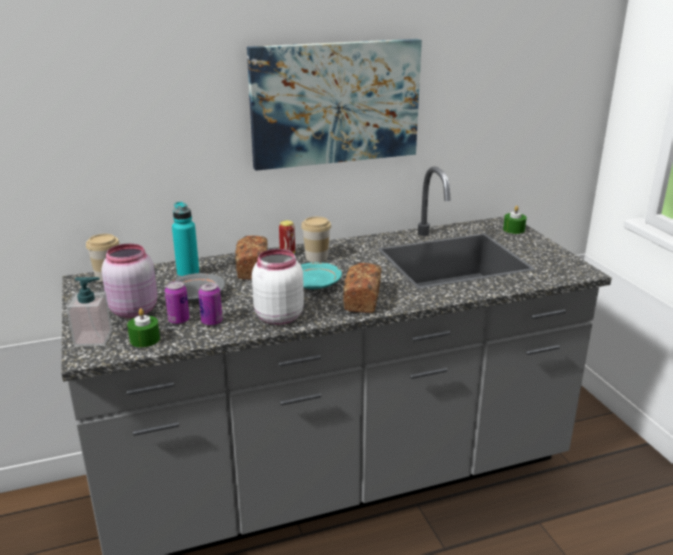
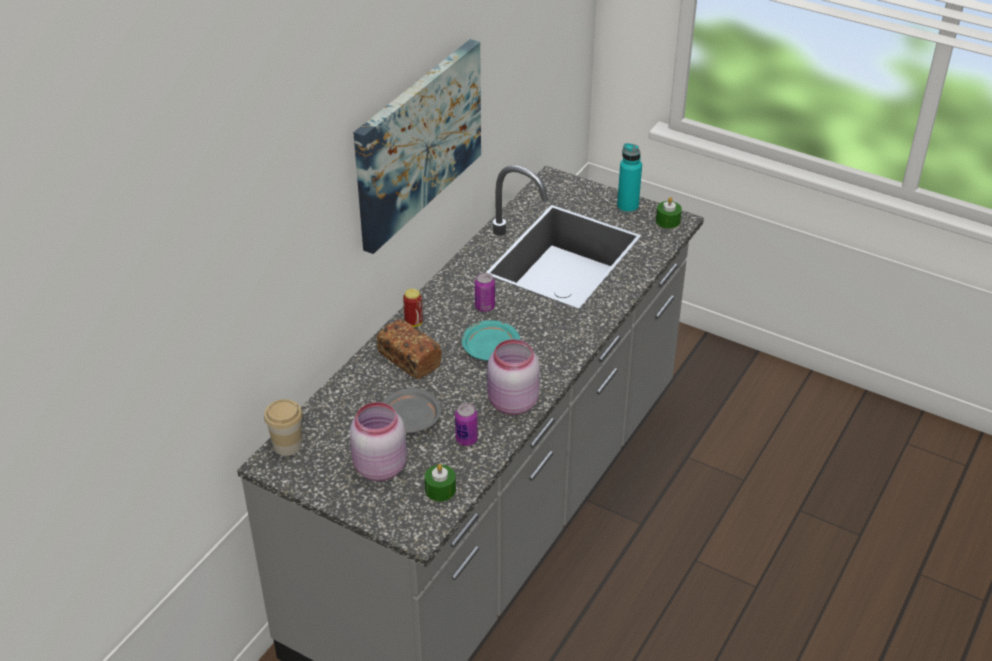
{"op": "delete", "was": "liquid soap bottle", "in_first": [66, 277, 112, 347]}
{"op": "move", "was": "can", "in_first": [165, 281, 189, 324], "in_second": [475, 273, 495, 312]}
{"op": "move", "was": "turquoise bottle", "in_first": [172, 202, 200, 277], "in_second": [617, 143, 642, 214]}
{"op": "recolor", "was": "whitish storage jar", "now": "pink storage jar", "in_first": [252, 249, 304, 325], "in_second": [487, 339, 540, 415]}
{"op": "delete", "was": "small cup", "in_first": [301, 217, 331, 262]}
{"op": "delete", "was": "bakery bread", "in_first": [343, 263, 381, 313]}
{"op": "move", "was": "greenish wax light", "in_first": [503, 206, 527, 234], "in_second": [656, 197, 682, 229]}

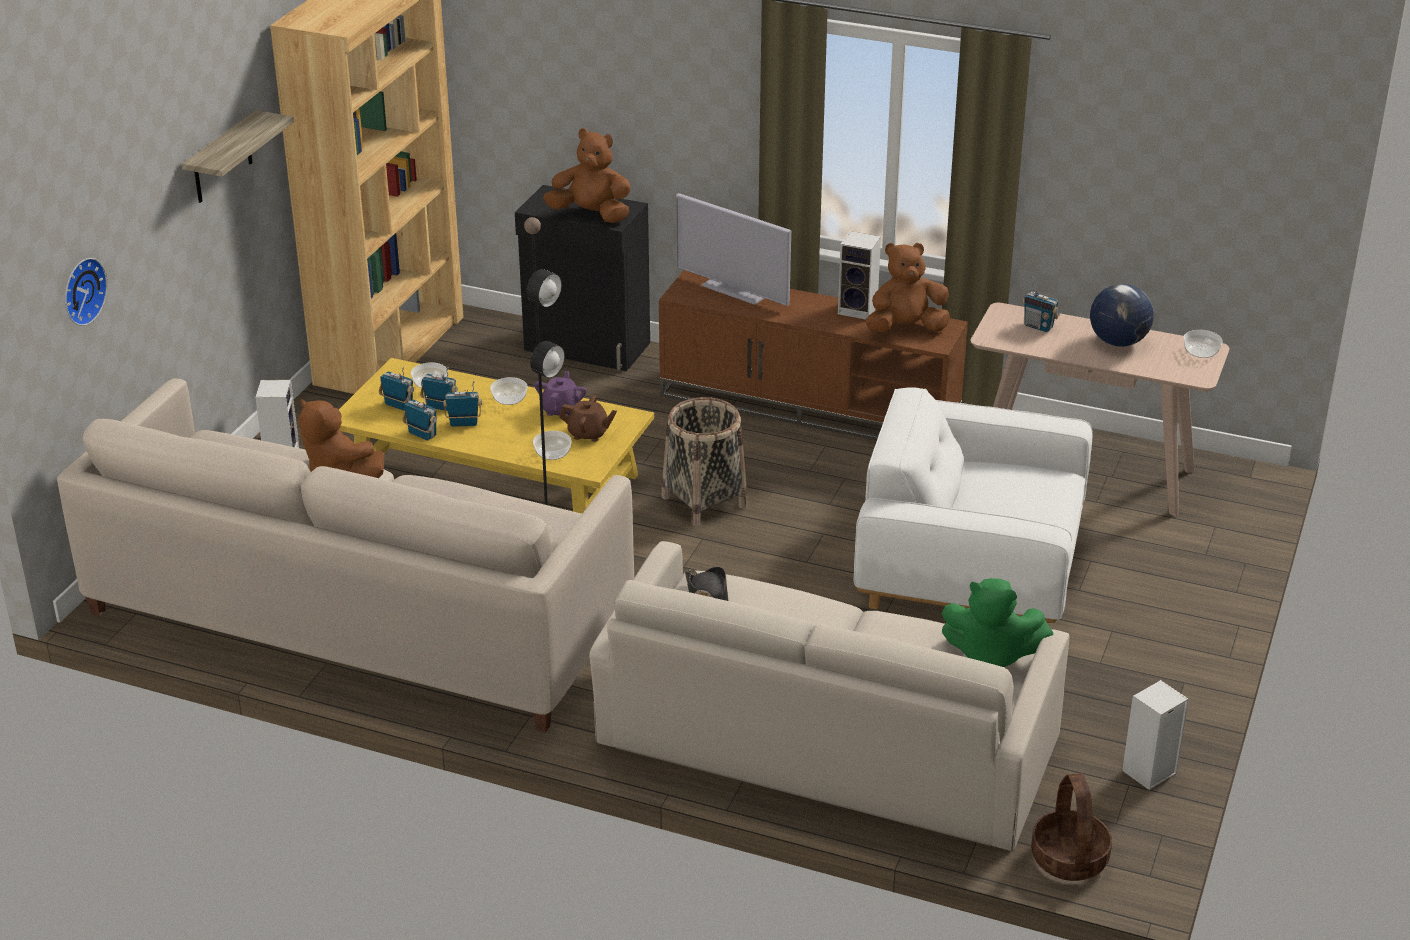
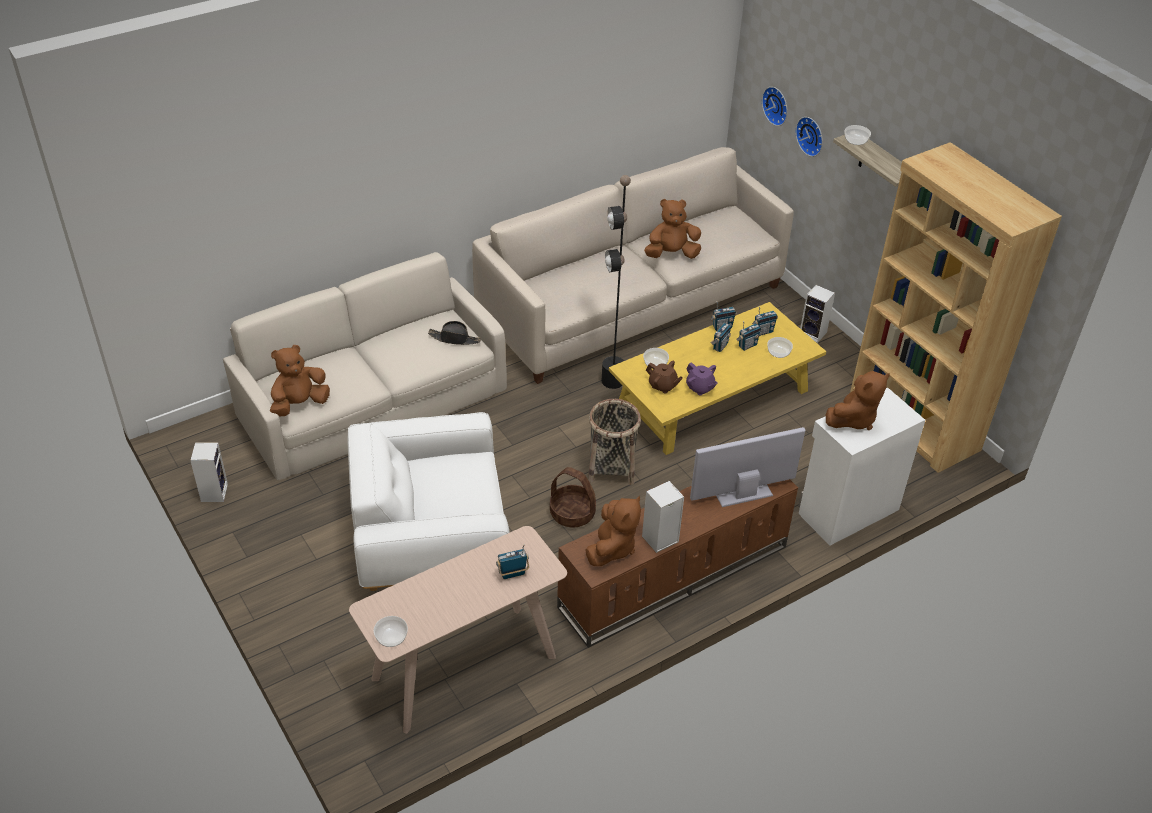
{"op": "move", "was": "bowl", "in_first": [490, 377, 528, 405], "in_second": [845, 125, 871, 145]}
{"op": "recolor", "was": "black-coloured storage cabinet", "now": "whitish storage cabinet", "in_first": [515, 185, 650, 371], "in_second": [798, 387, 925, 545]}
{"op": "rotate", "was": "brown-coloured tea pot", "in_first": [559, 395, 617, 442], "in_second": [646, 361, 683, 393], "clockwise": -105}
{"op": "rotate", "was": "whitish armchair", "in_first": [853, 387, 1093, 623], "in_second": [347, 412, 510, 591], "clockwise": -150}
{"op": "recolor", "was": "greenish plush toy", "now": "brown-coloured plush toy", "in_first": [941, 578, 1053, 667], "in_second": [270, 345, 330, 417]}
{"op": "move", "was": "storage basket", "in_first": [1031, 774, 1112, 881], "in_second": [550, 467, 596, 527]}
{"op": "delete", "was": "desk globe", "in_first": [1090, 284, 1154, 347]}
{"op": "insert", "now": "wall clock", "in_second": [796, 117, 823, 157]}

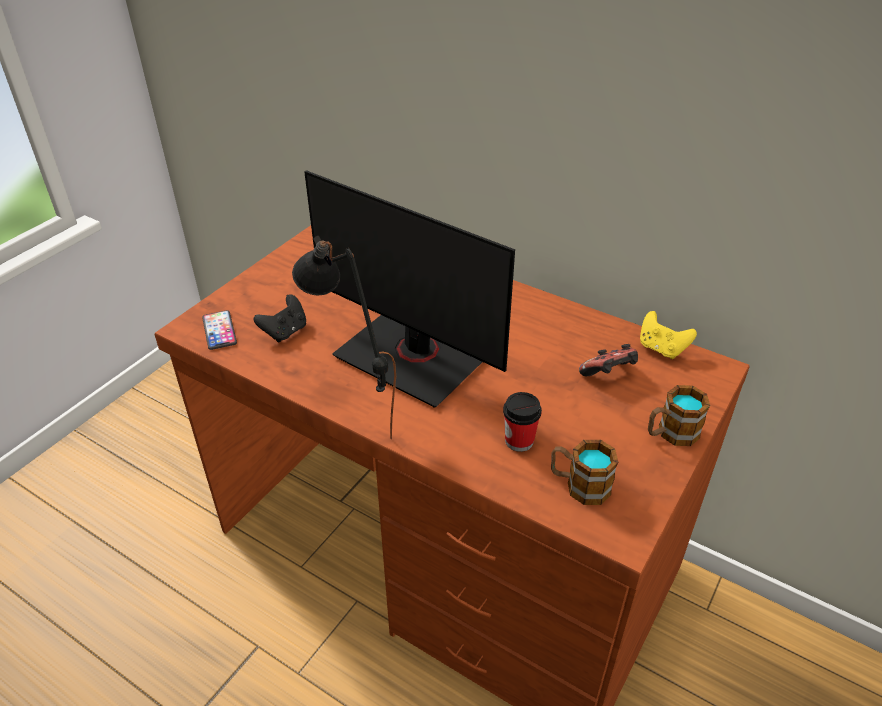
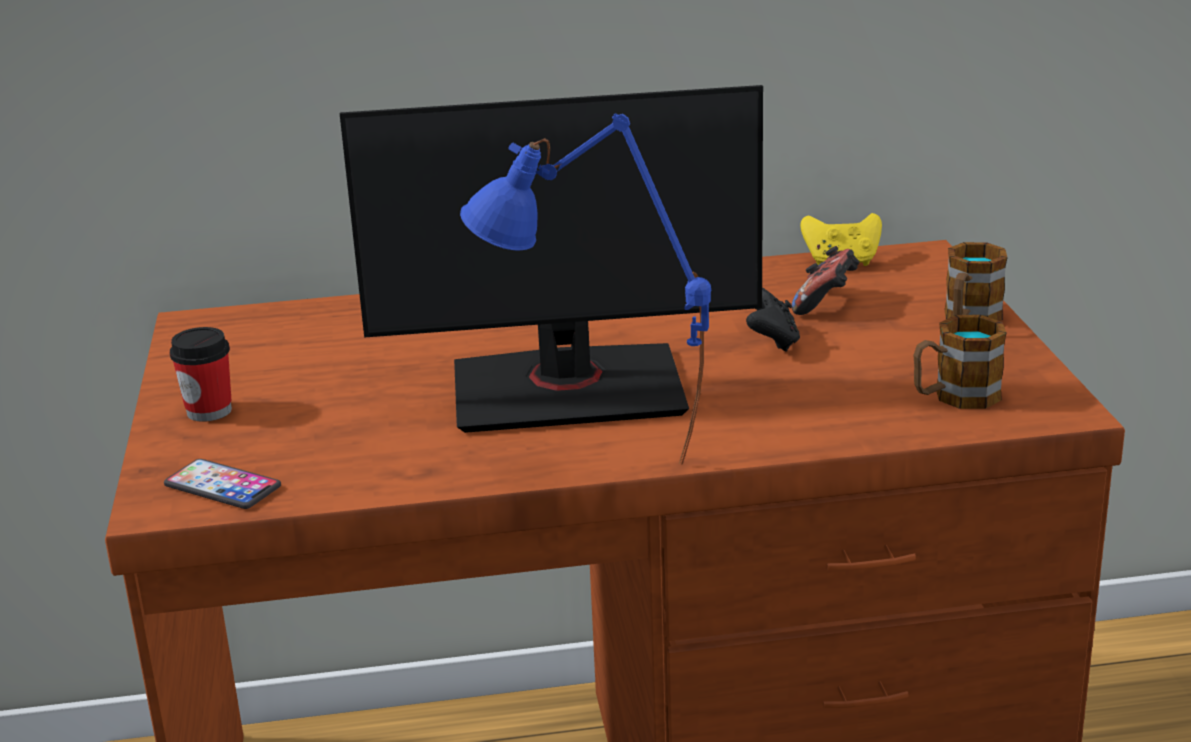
{"op": "move", "was": "black-coloured joypad", "in_first": [253, 294, 306, 342], "in_second": [746, 288, 800, 352]}
{"op": "recolor", "was": "black-coloured table lamp", "now": "blue-coloured table lamp", "in_first": [292, 236, 396, 440], "in_second": [460, 114, 711, 464]}
{"op": "move", "was": "small cup", "in_first": [503, 392, 542, 452], "in_second": [170, 327, 232, 422]}

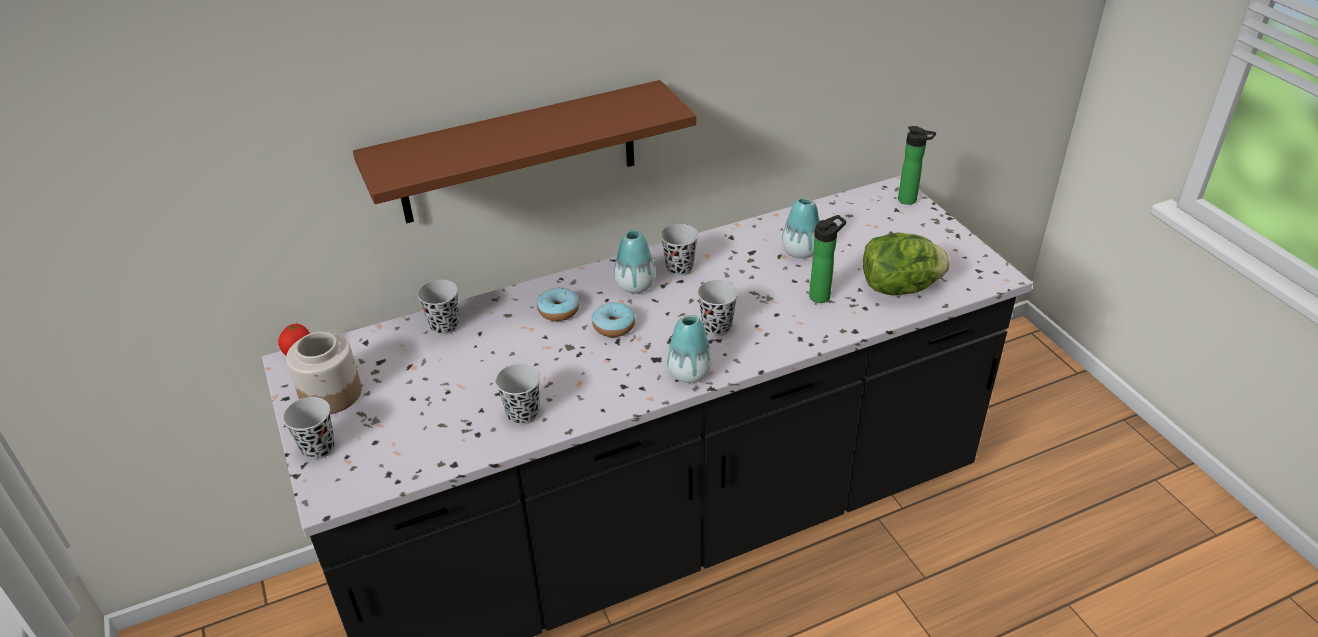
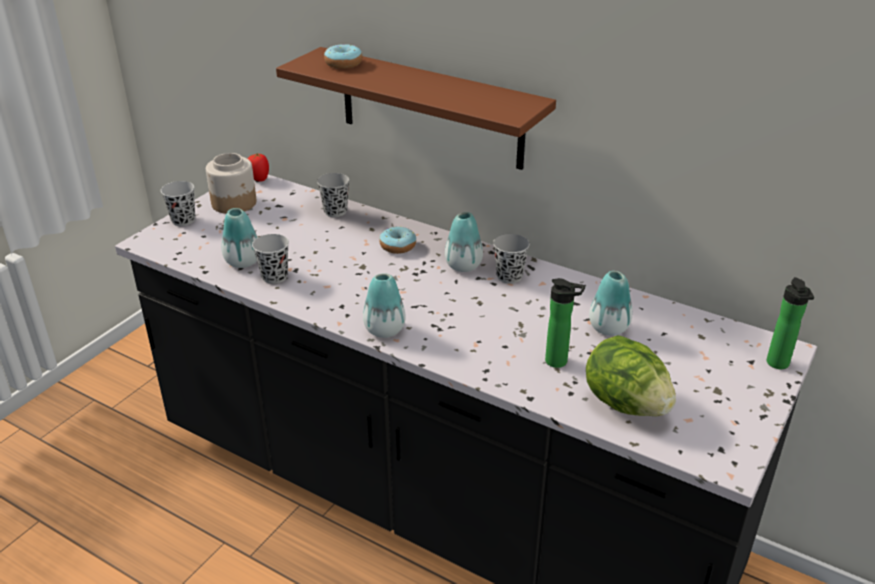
{"op": "move", "was": "doughnut", "in_first": [592, 303, 635, 337], "in_second": [324, 44, 362, 69]}
{"op": "delete", "was": "black-coloured small cup", "in_first": [697, 280, 738, 336]}
{"op": "insert", "now": "flower vase", "in_second": [222, 208, 258, 268]}

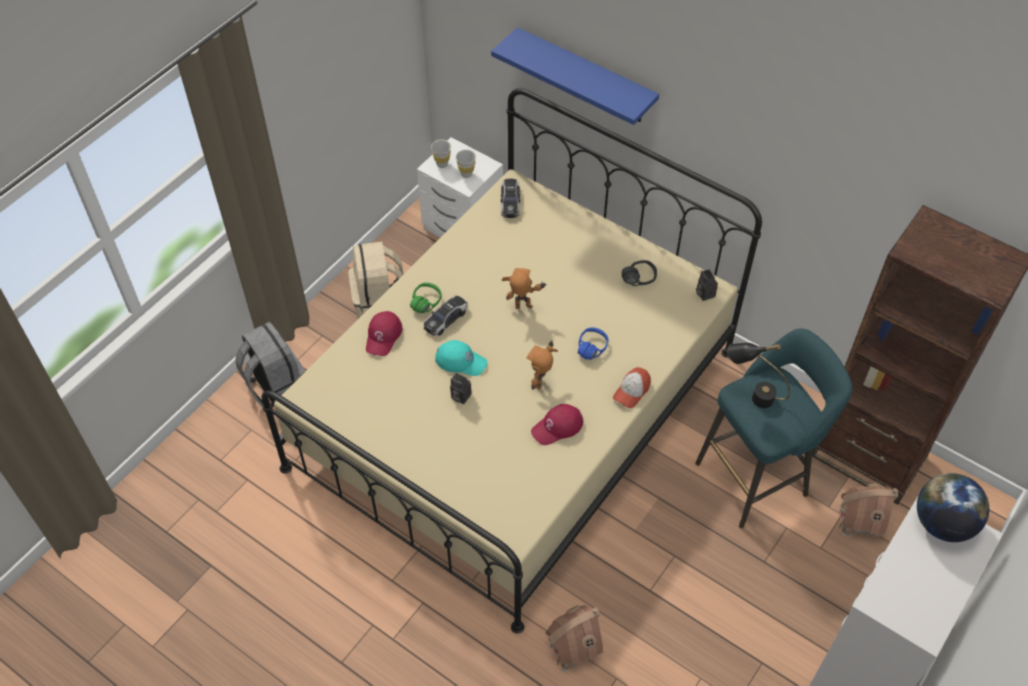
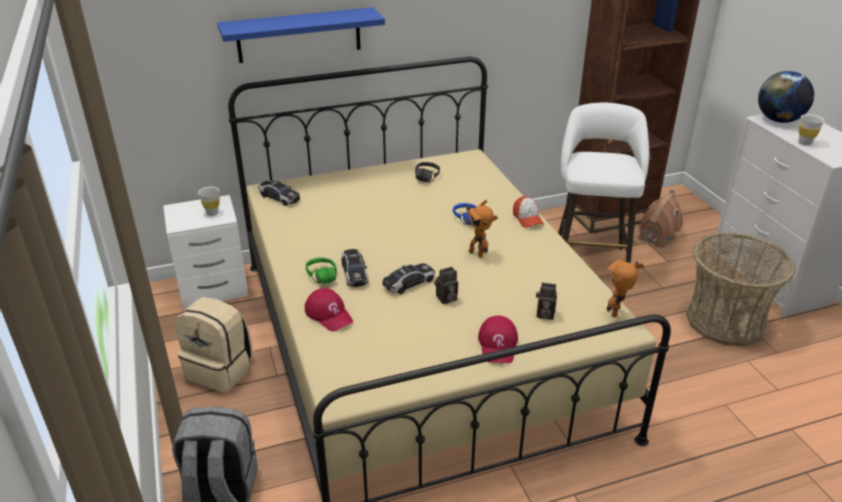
{"op": "move", "was": "whitish small cup", "in_first": [431, 140, 451, 168], "in_second": [799, 114, 825, 146]}
{"op": "replace", "was": "turquoise baseball cap", "now": "miniature car", "in_first": [435, 340, 488, 376], "in_second": [382, 263, 435, 294]}
{"op": "move", "was": "model robot", "in_first": [501, 268, 547, 309], "in_second": [607, 260, 645, 317]}
{"op": "move", "was": "reddish baseball cap", "in_first": [531, 404, 583, 445], "in_second": [478, 315, 518, 363]}
{"op": "delete", "was": "model house", "in_first": [545, 605, 603, 671]}
{"op": "move", "was": "still camera", "in_first": [696, 269, 718, 301], "in_second": [536, 282, 557, 320]}
{"op": "recolor", "was": "turquoise stool", "now": "whitish stool", "in_first": [696, 329, 852, 528], "in_second": [558, 103, 649, 263]}
{"op": "delete", "was": "black-coloured table lamp", "in_first": [727, 343, 790, 408]}
{"op": "insert", "now": "storage basket", "in_second": [686, 232, 795, 346]}

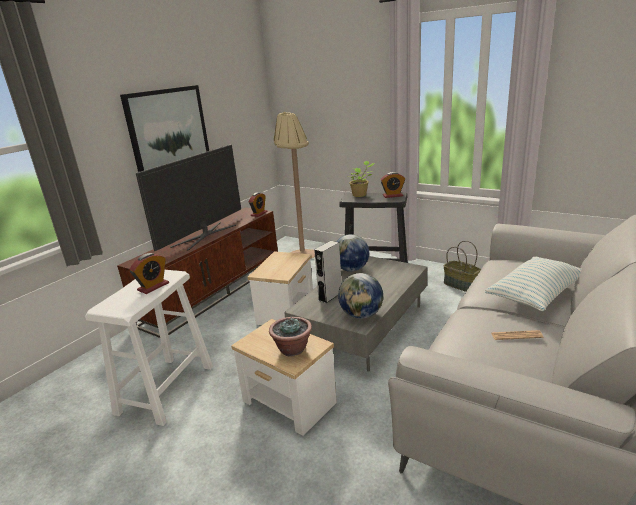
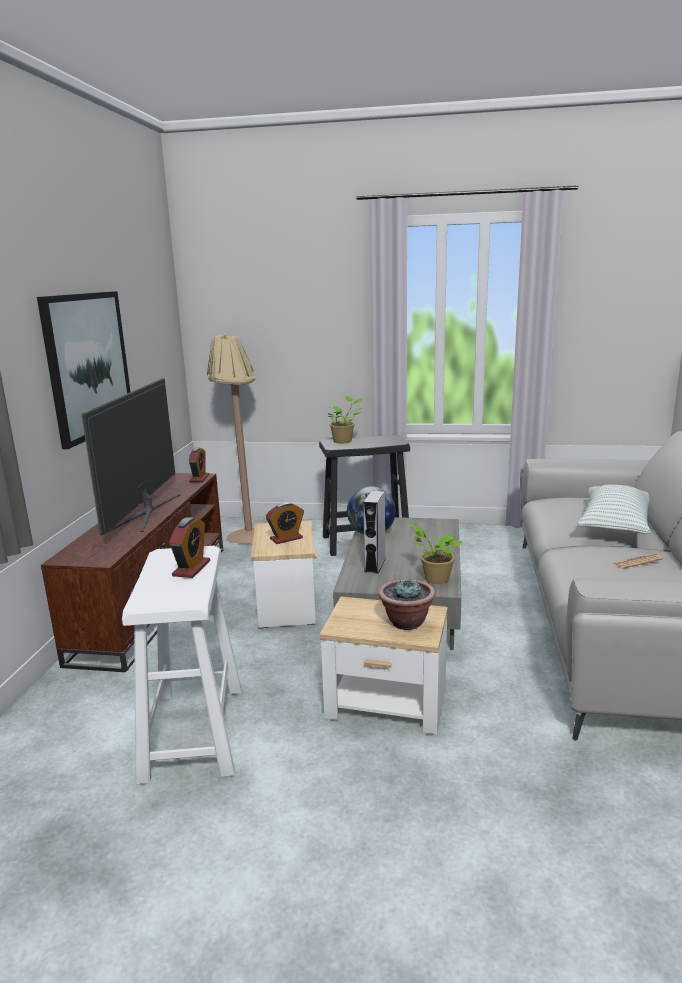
{"op": "replace", "was": "desk globe", "now": "houseplant", "in_first": [338, 273, 383, 319], "in_second": [409, 523, 462, 584]}
{"op": "move", "was": "alarm clock", "in_first": [380, 172, 405, 198], "in_second": [266, 502, 304, 544]}
{"op": "delete", "was": "storage basket", "in_first": [444, 241, 481, 292]}

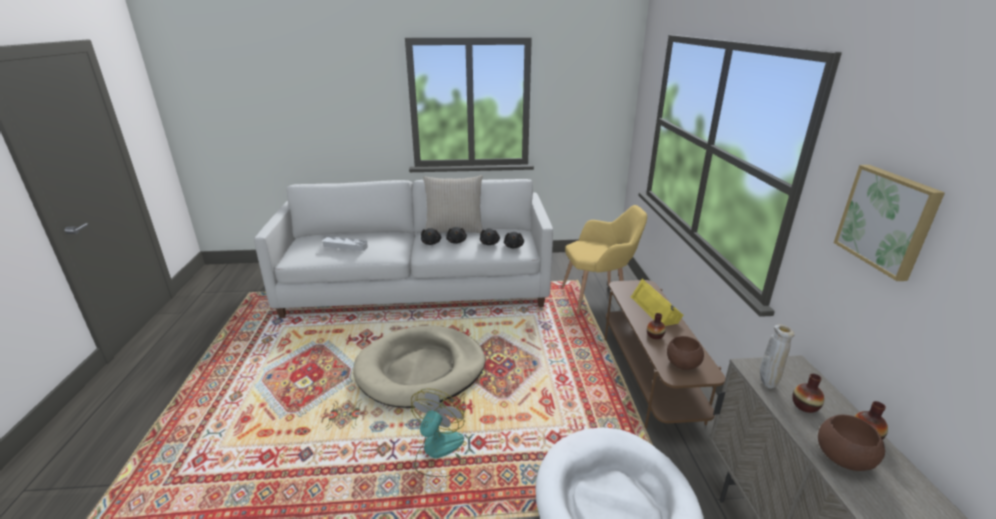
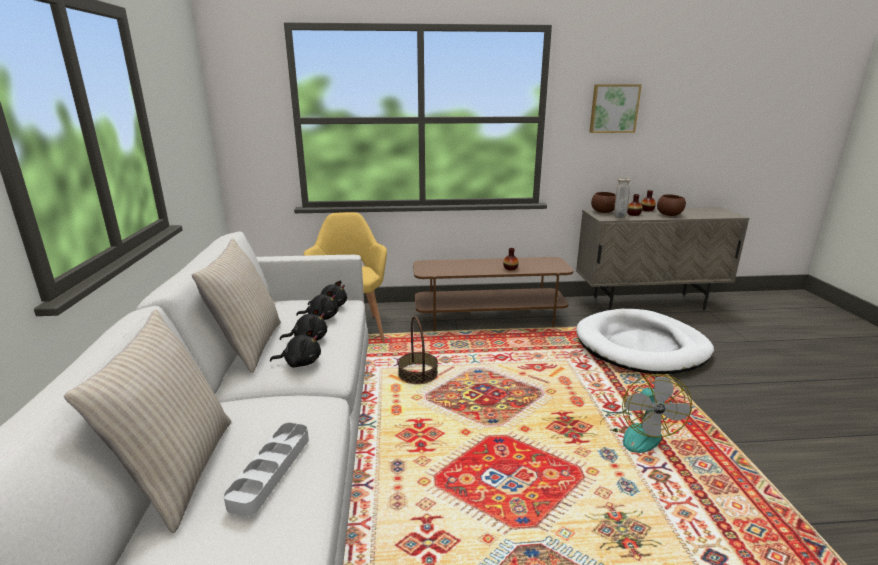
{"op": "delete", "was": "beige-coloured pet bed", "in_first": [353, 326, 485, 408]}
{"op": "rotate", "was": "cooling fan", "in_first": [411, 389, 465, 477], "in_second": [600, 374, 692, 453], "clockwise": -105}
{"op": "delete", "was": "yellow audio speaker", "in_first": [631, 278, 684, 326]}
{"op": "move", "was": "brown-coloured bowl", "in_first": [667, 336, 704, 370], "in_second": [591, 192, 616, 213]}
{"op": "insert", "now": "beige-coloured pillow", "in_second": [64, 310, 231, 533]}
{"op": "insert", "now": "storage basket", "in_second": [398, 316, 438, 384]}

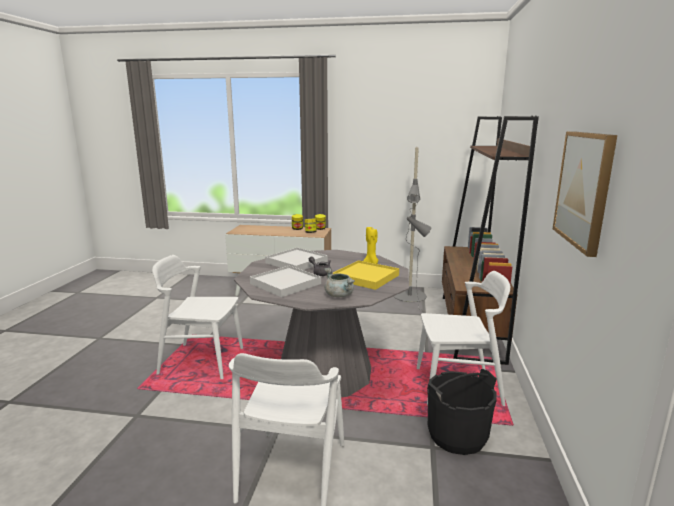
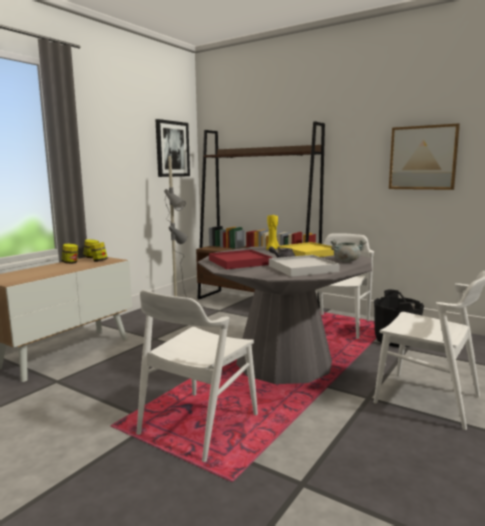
{"op": "recolor", "was": "whitish serving tray", "now": "reddish serving tray", "in_first": [265, 248, 328, 270], "in_second": [209, 250, 272, 269]}
{"op": "insert", "now": "picture", "in_second": [155, 119, 190, 177]}

